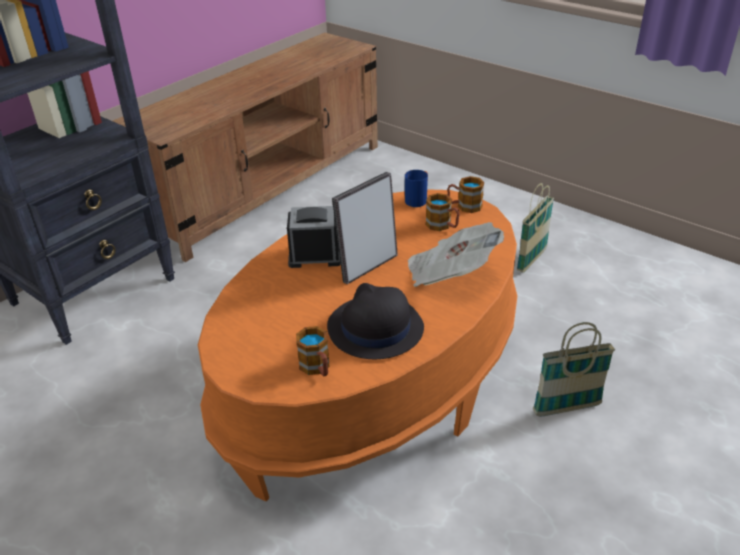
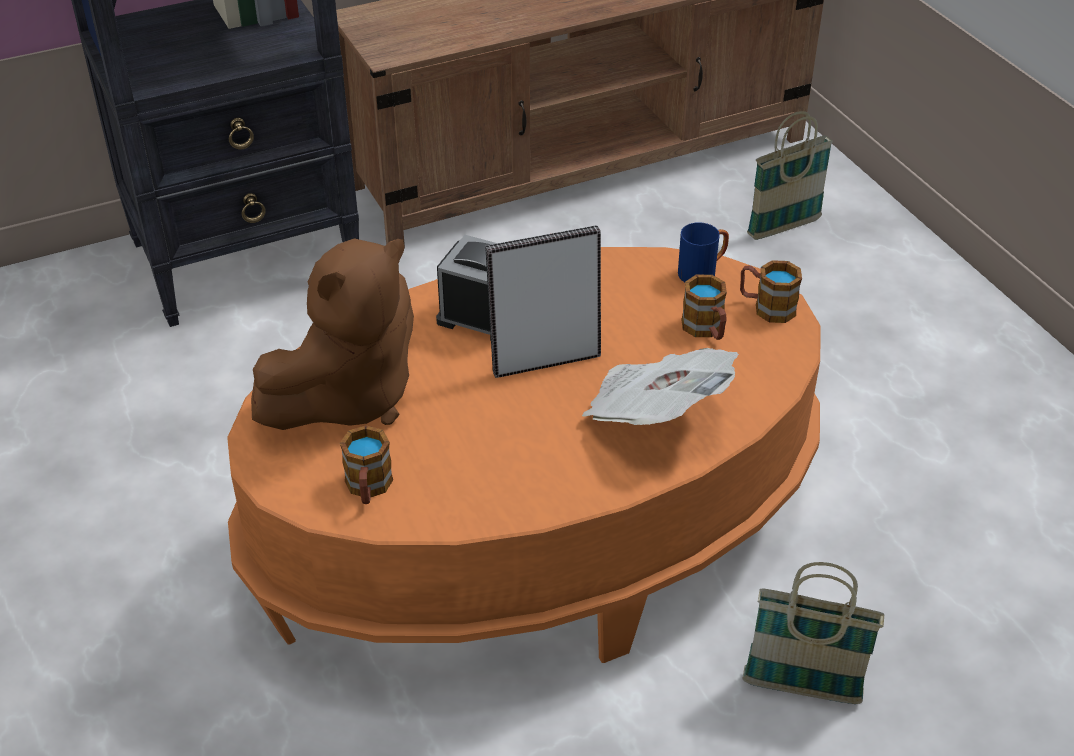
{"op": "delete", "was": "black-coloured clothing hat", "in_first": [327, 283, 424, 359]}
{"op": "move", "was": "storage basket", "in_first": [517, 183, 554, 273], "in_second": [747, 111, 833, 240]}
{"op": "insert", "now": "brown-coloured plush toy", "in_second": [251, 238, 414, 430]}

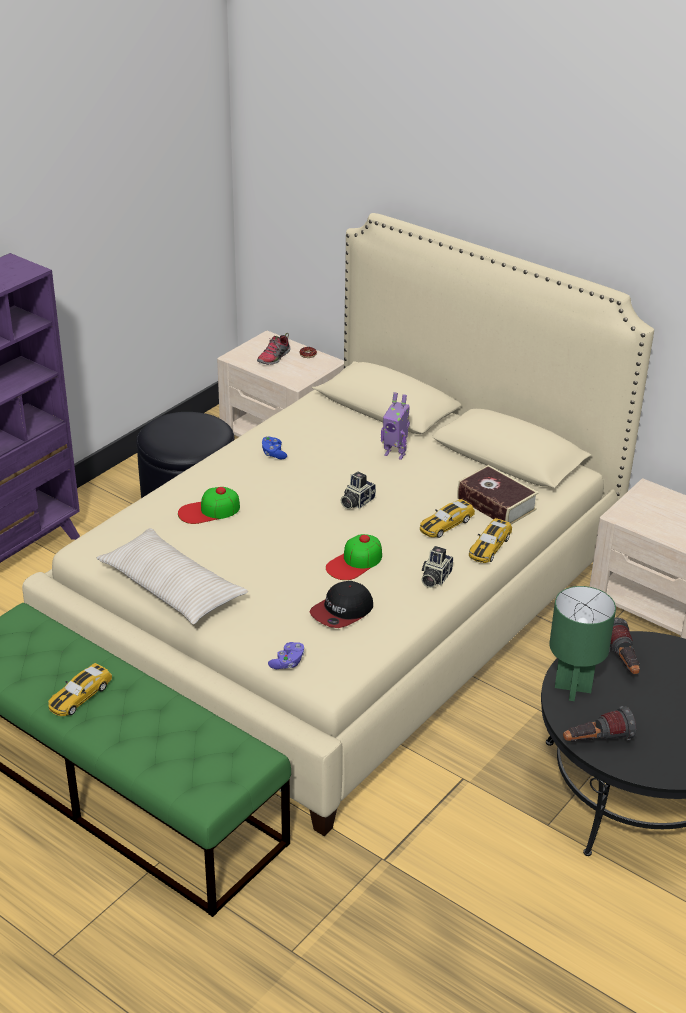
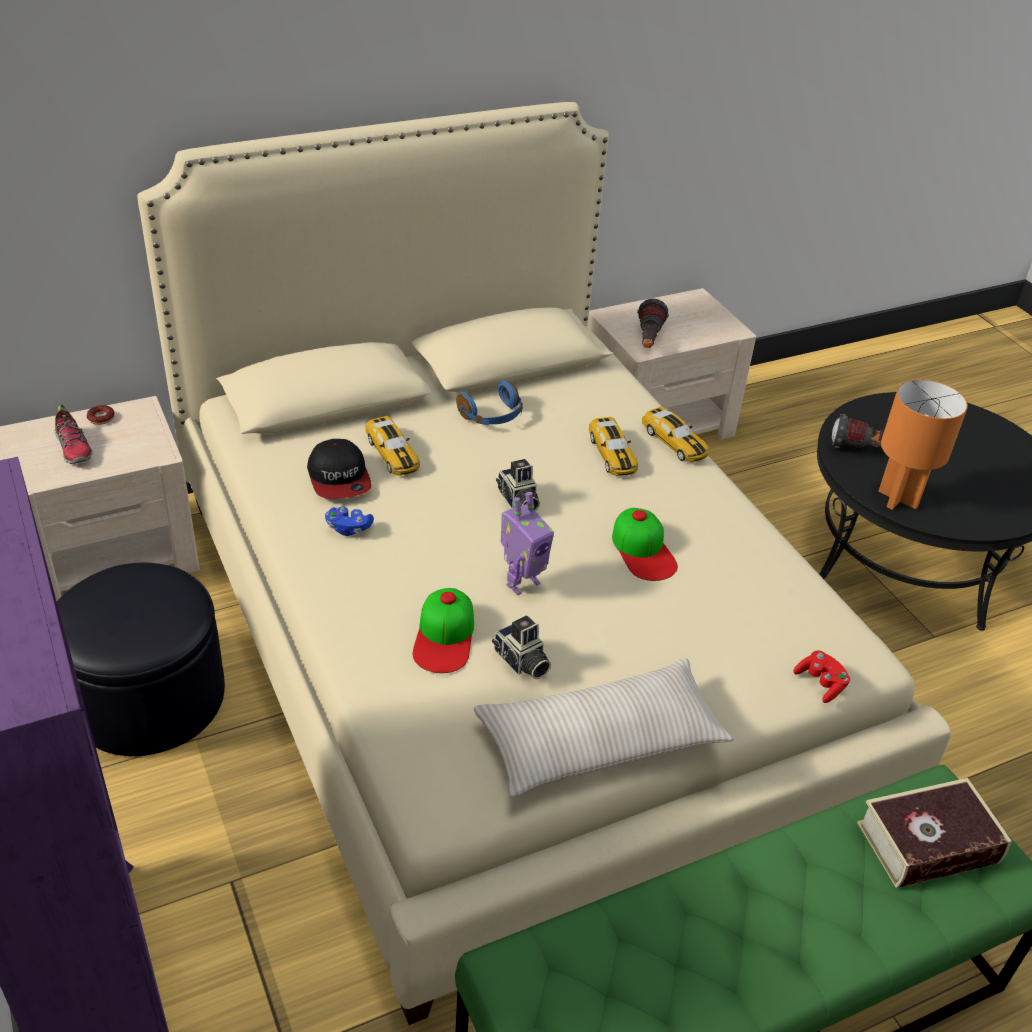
{"op": "move", "was": "miniature car", "in_first": [48, 663, 112, 716], "in_second": [365, 416, 420, 476]}
{"op": "recolor", "was": "purple joypad", "now": "reddish joypad", "in_first": [268, 642, 305, 669], "in_second": [794, 651, 850, 703]}
{"op": "move", "was": "baseball cap", "in_first": [309, 581, 373, 628], "in_second": [307, 439, 371, 499]}
{"op": "move", "was": "model robot", "in_first": [381, 392, 410, 460], "in_second": [501, 492, 554, 595]}
{"op": "move", "was": "still camera", "in_first": [421, 546, 453, 588], "in_second": [492, 615, 551, 679]}
{"op": "move", "was": "book", "in_first": [457, 465, 539, 525], "in_second": [857, 778, 1012, 888]}
{"op": "recolor", "was": "greenish table lamp", "now": "orange table lamp", "in_first": [549, 586, 616, 701], "in_second": [878, 379, 968, 510]}
{"op": "move", "was": "hand torch", "in_first": [563, 706, 637, 742], "in_second": [637, 299, 669, 348]}
{"op": "insert", "now": "blue-coloured pair of headphones", "in_second": [457, 381, 523, 425]}

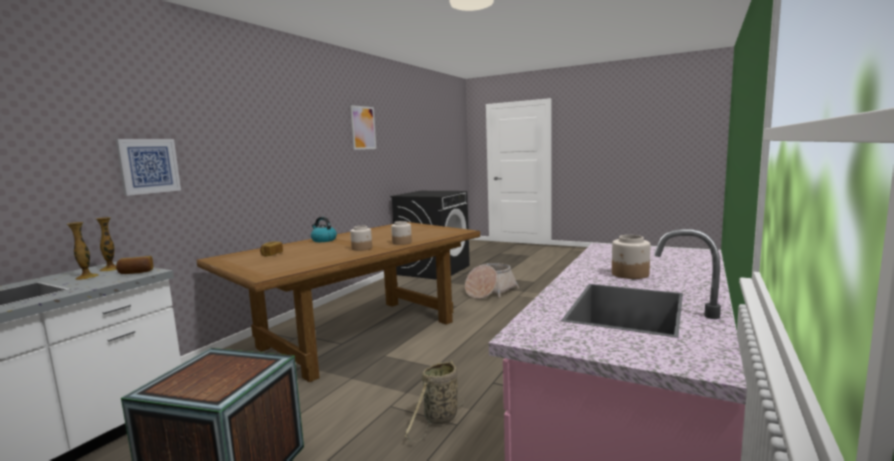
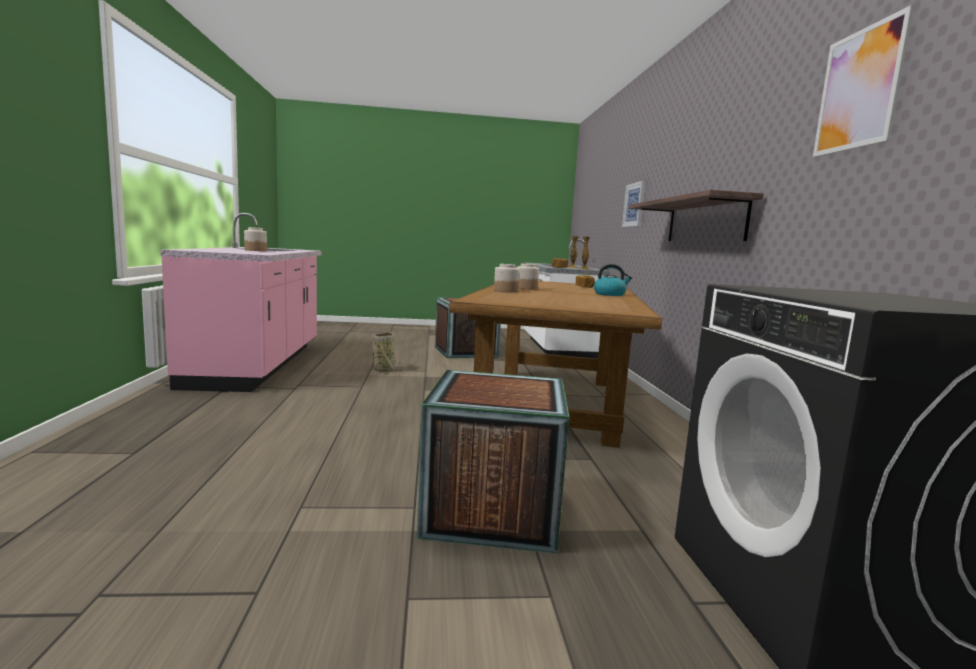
{"op": "replace", "was": "storage basket", "now": "packing crate", "in_first": [465, 263, 519, 299], "in_second": [417, 370, 569, 554]}
{"op": "insert", "now": "shelf", "in_second": [629, 190, 764, 241]}

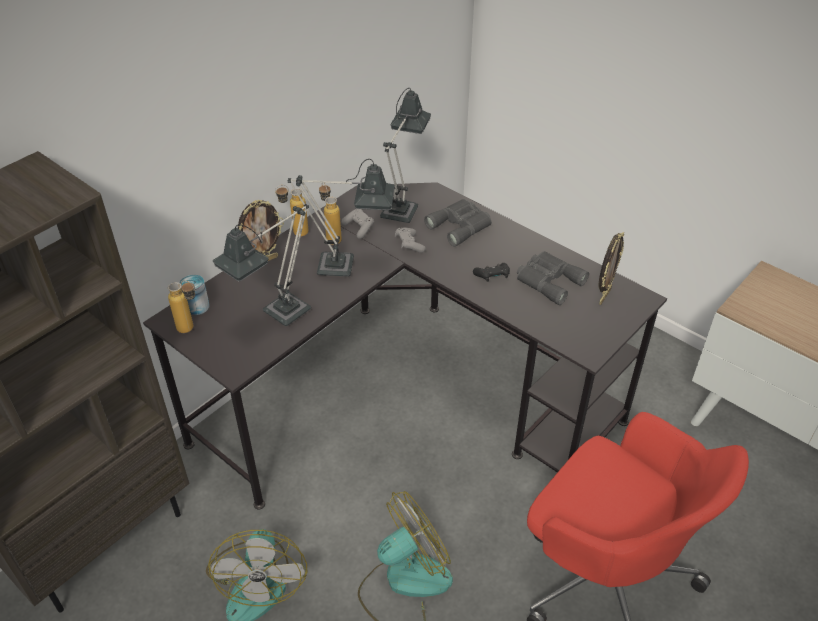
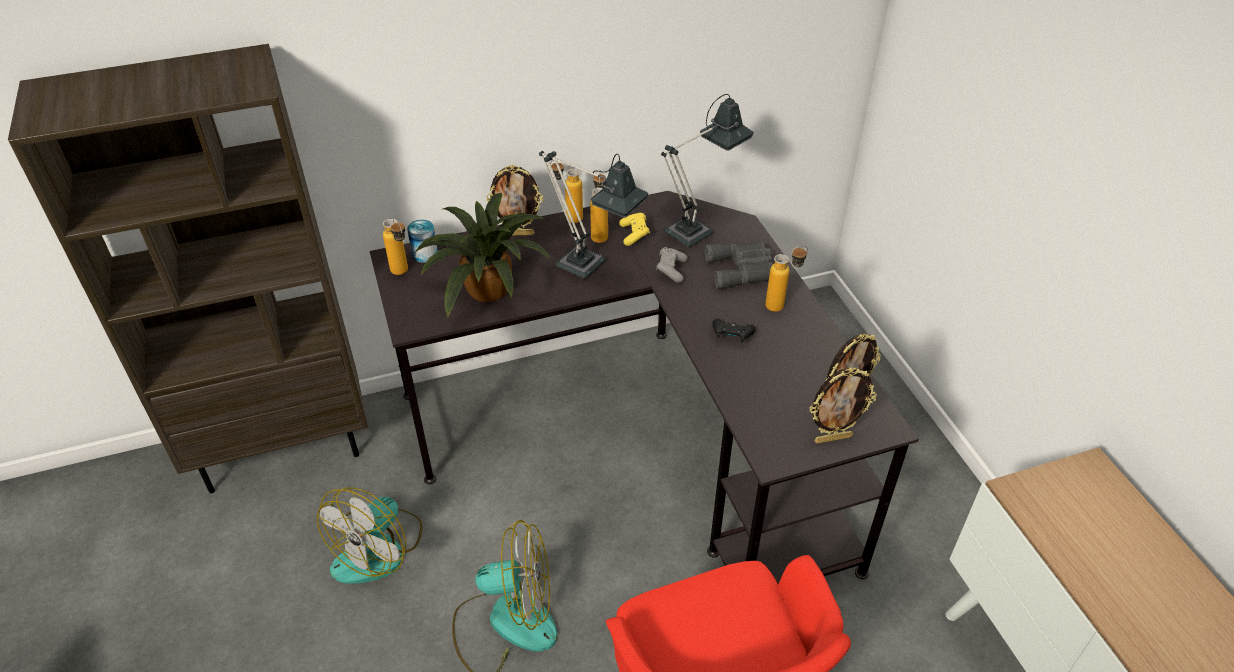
{"op": "replace", "was": "table lamp", "now": "houseplant", "in_first": [213, 204, 311, 326], "in_second": [415, 193, 550, 318]}
{"op": "recolor", "was": "gray joypad", "now": "yellow joypad", "in_first": [341, 209, 374, 239], "in_second": [619, 213, 650, 246]}
{"op": "delete", "was": "gray pair of binoculars", "in_first": [517, 251, 589, 305]}
{"op": "insert", "now": "bottle", "in_second": [765, 245, 808, 312]}
{"op": "insert", "now": "photo frame", "in_second": [809, 367, 877, 444]}

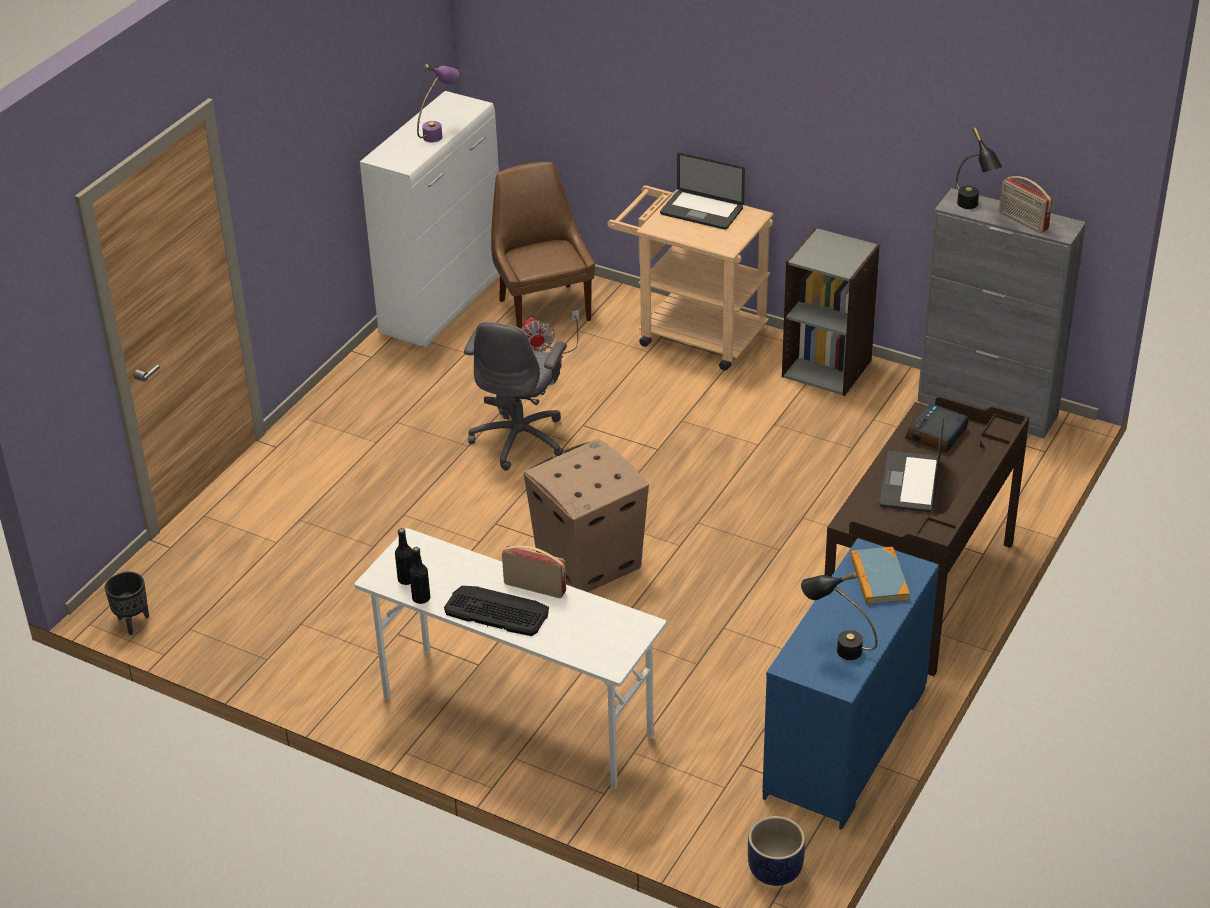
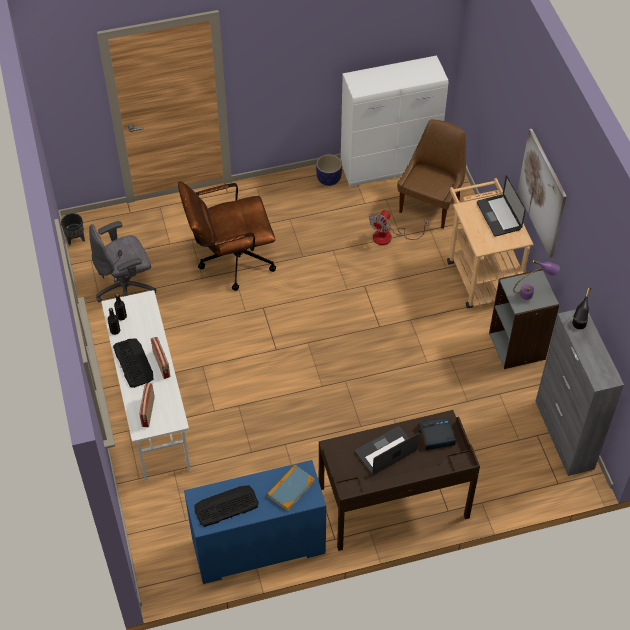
{"op": "move", "was": "purple table lamp", "in_first": [417, 64, 459, 142], "in_second": [513, 259, 560, 300]}
{"op": "move", "was": "gray office chair", "in_first": [464, 322, 567, 471], "in_second": [89, 221, 156, 302]}
{"op": "delete", "was": "carton", "in_first": [523, 439, 649, 592]}
{"op": "move", "was": "plant pot", "in_first": [748, 816, 805, 886], "in_second": [316, 154, 342, 186]}
{"op": "replace", "was": "black-coloured table lamp", "now": "PC keyboard", "in_first": [801, 572, 878, 660], "in_second": [194, 485, 259, 527]}
{"op": "move", "was": "radio", "in_first": [999, 176, 1052, 233], "in_second": [139, 383, 155, 427]}
{"op": "insert", "now": "brown-coloured office chair", "in_second": [178, 181, 276, 291]}
{"op": "insert", "now": "picture", "in_second": [517, 129, 567, 258]}

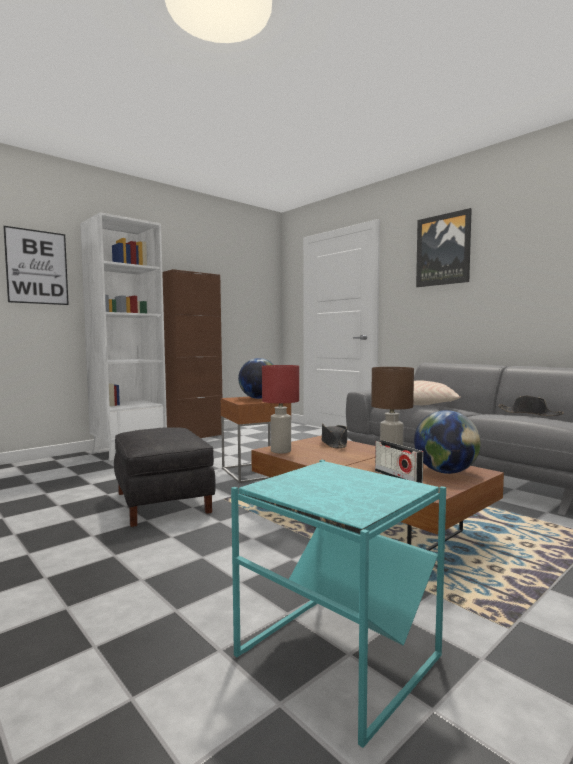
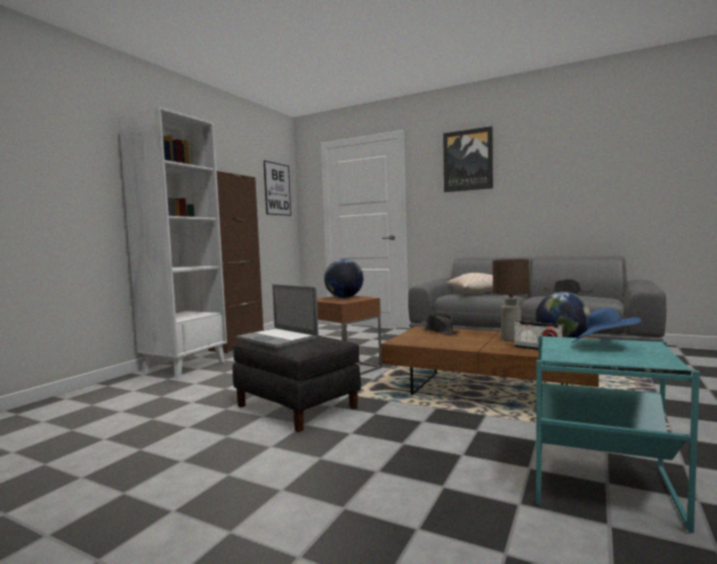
{"op": "move", "was": "picture", "in_first": [3, 226, 69, 305], "in_second": [264, 160, 291, 216]}
{"op": "delete", "was": "reddish table lamp", "in_first": [262, 365, 299, 453]}
{"op": "insert", "now": "laptop", "in_second": [236, 284, 319, 348]}
{"op": "insert", "now": "blue-coloured clothing hat", "in_second": [571, 308, 641, 344]}

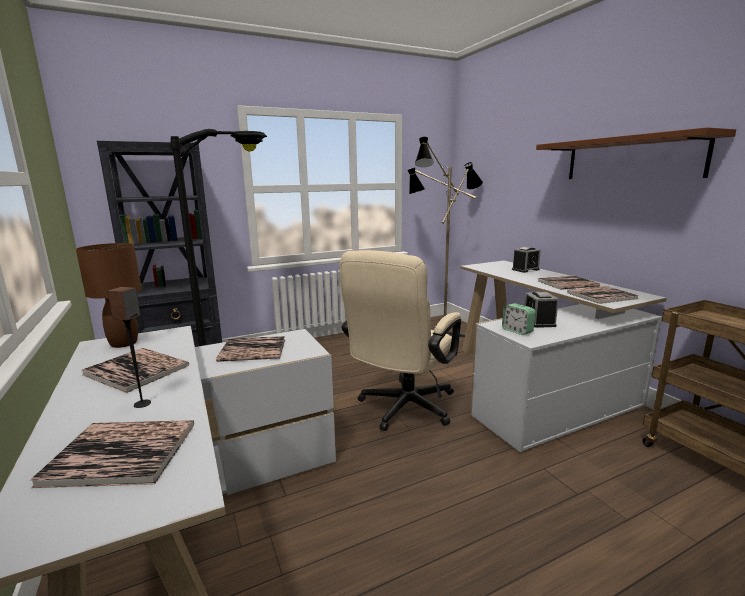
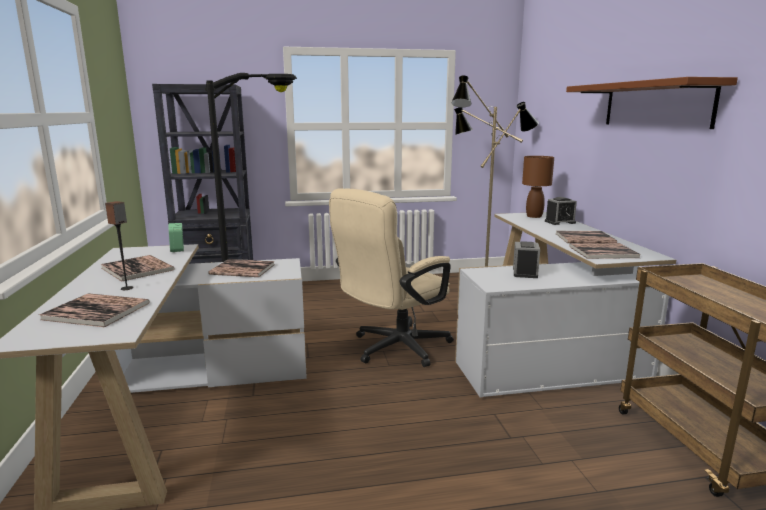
{"op": "move", "was": "brown-coloured table lamp", "in_first": [76, 243, 141, 348], "in_second": [522, 156, 554, 218]}
{"op": "move", "was": "alarm clock", "in_first": [502, 303, 536, 335], "in_second": [168, 223, 184, 252]}

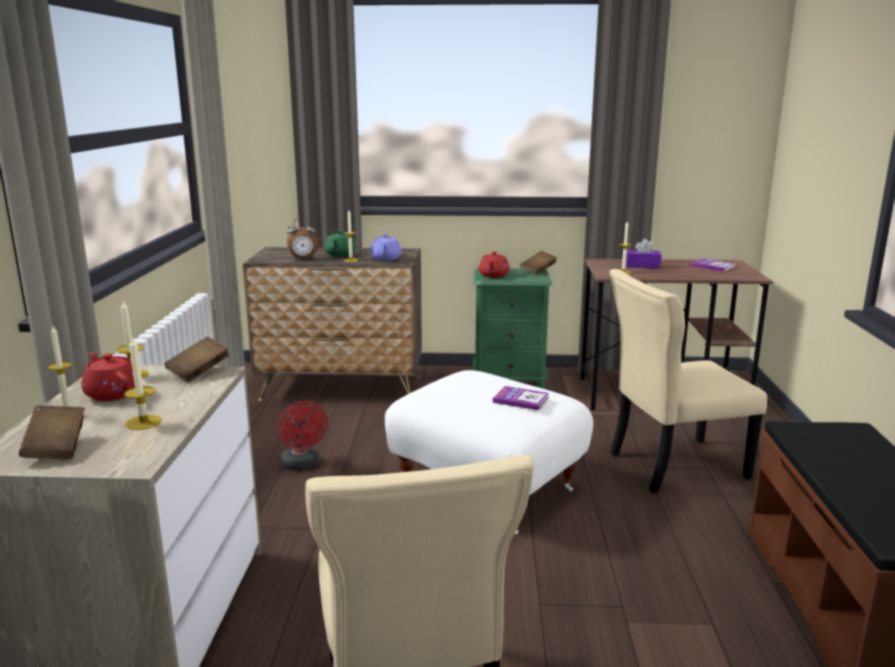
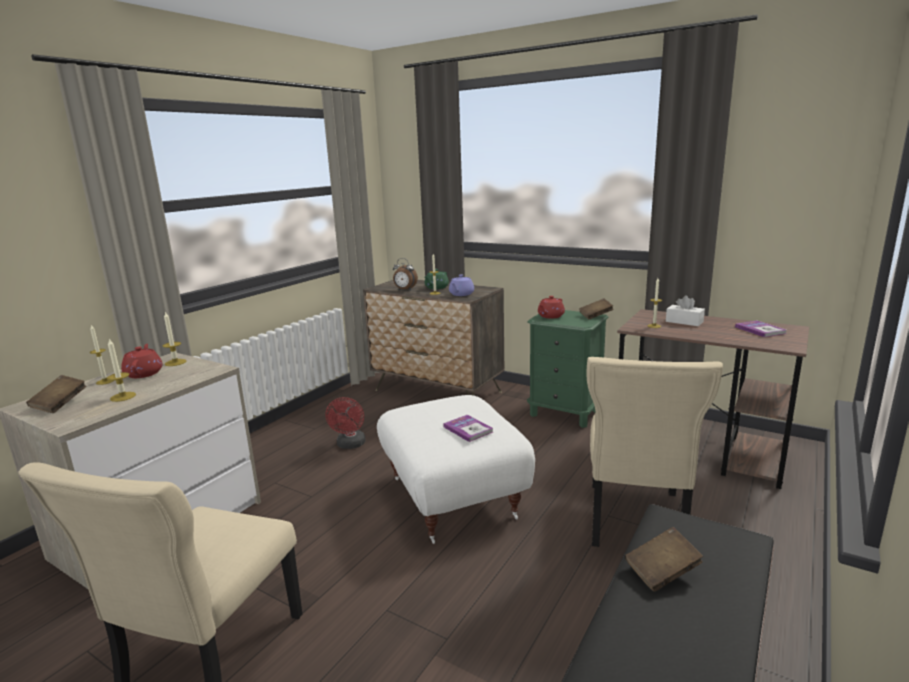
{"op": "move", "was": "brown-coloured book", "in_first": [165, 336, 230, 382], "in_second": [625, 527, 703, 592]}
{"op": "rotate", "was": "beige-coloured upright chair", "in_first": [609, 269, 767, 493], "in_second": [587, 357, 723, 547], "clockwise": -90}
{"op": "recolor", "was": "purple tissue box", "now": "whitish tissue box", "in_first": [626, 238, 661, 269], "in_second": [666, 295, 705, 326]}

